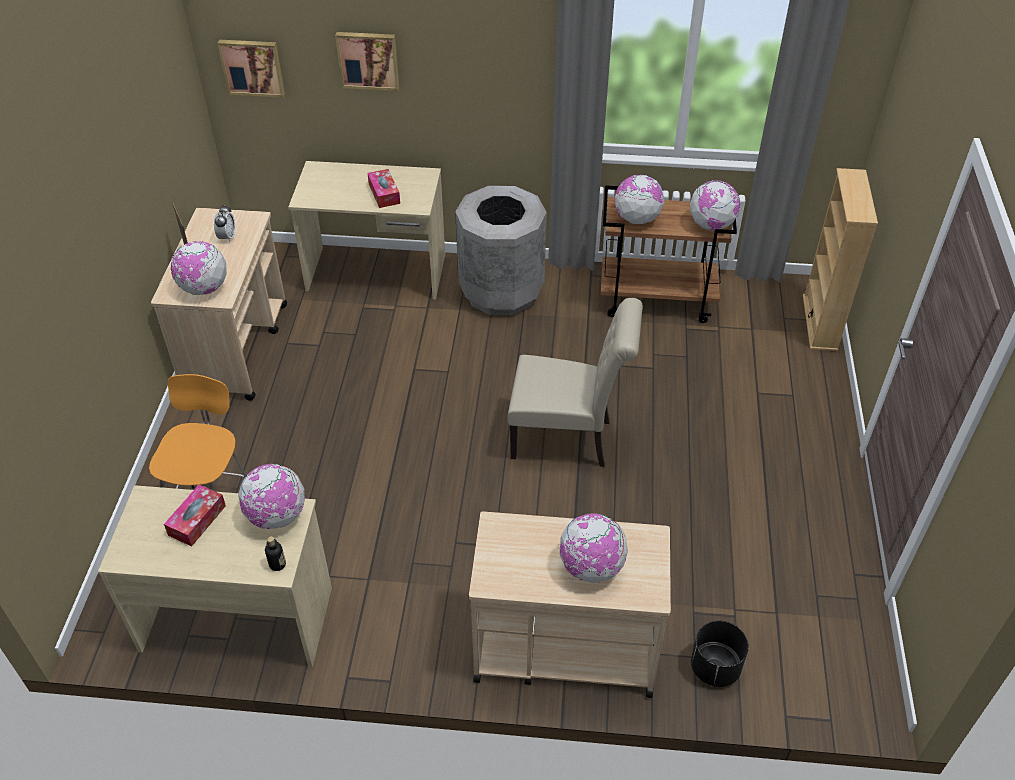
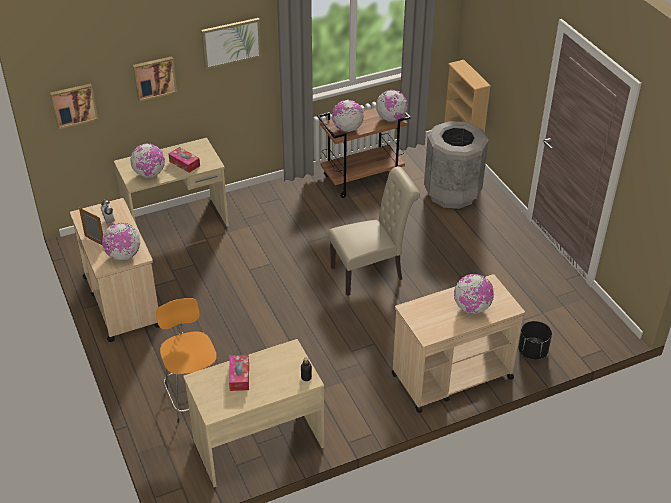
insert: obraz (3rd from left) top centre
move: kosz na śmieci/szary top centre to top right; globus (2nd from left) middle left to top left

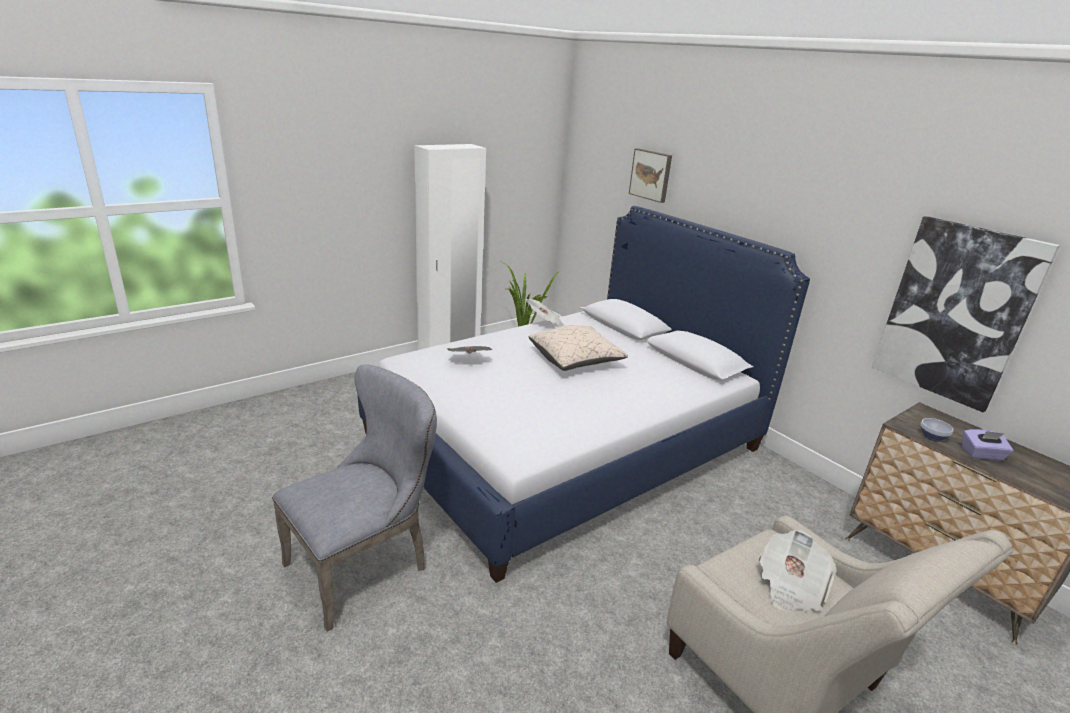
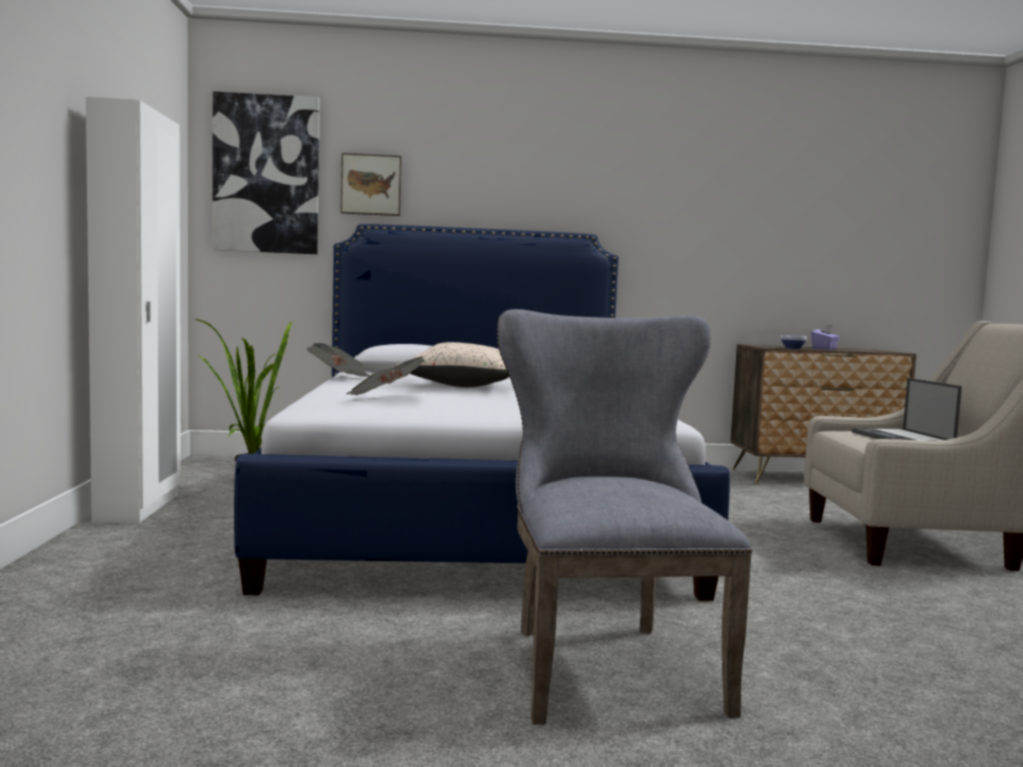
move: obraz (2nd from left in the first image) middle right to obraz (1st from left) top left
replace: gazeta (3rd from left) bottom right to laptop middle right

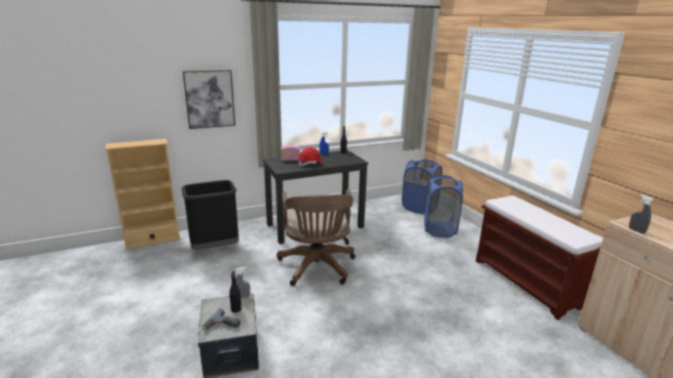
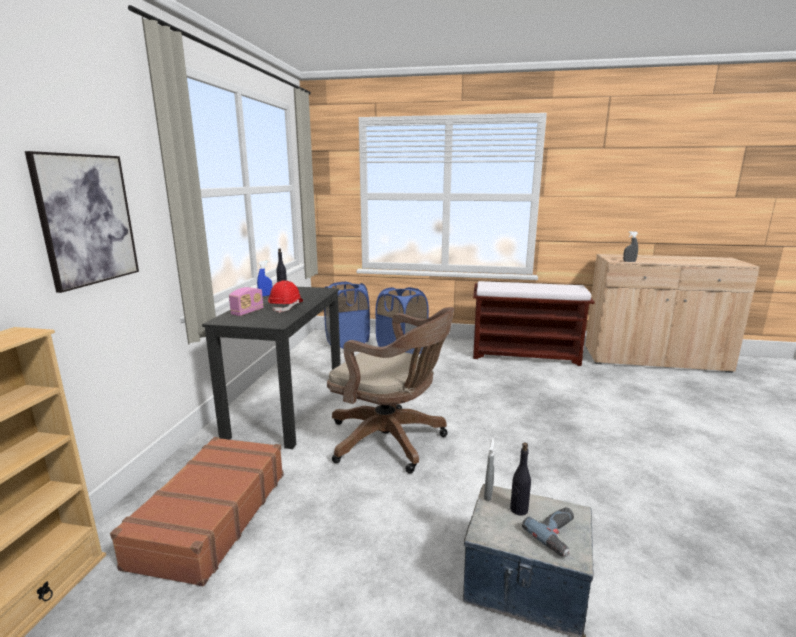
replace: kosz na śmieci/czarny middle left to walizka/brązowy bottom left

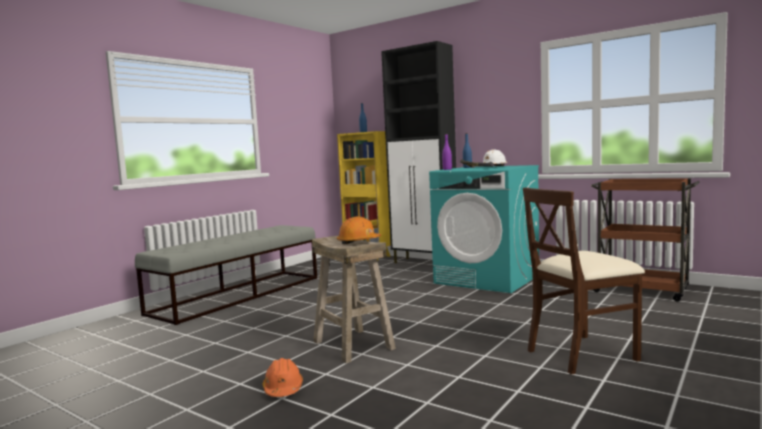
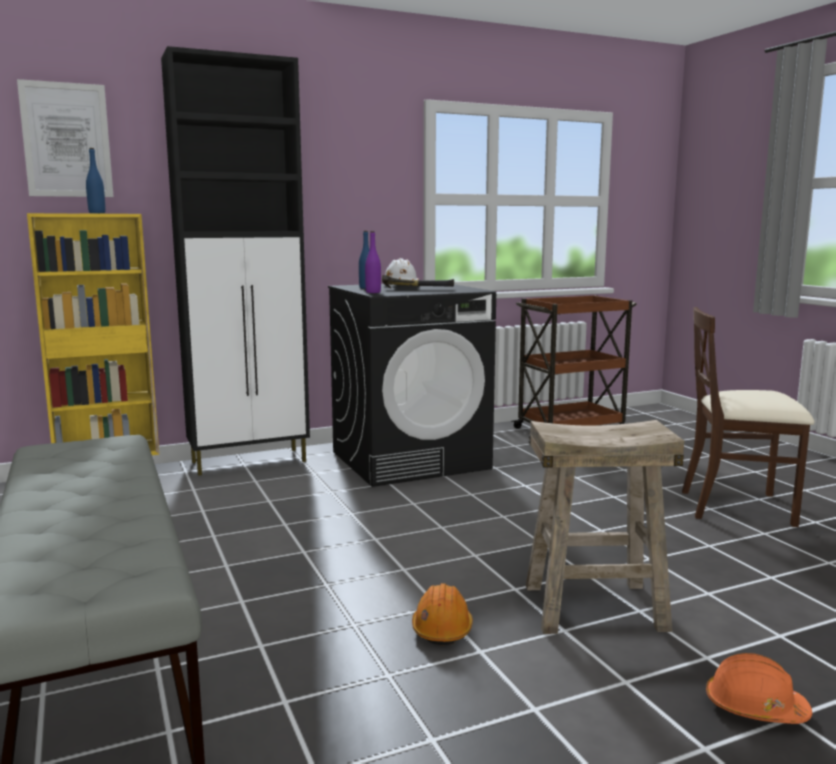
insert: obraz top left
move: kask/pomarańczowy (2nd from left in the first image) centre to kask/pomarańczowy (1st from left) bottom centre
recolor: pralka/turkusowy centre to pralka/czarny centre
rotate: krzesło/beżowy middle right = middle right 90 degrees clockwise

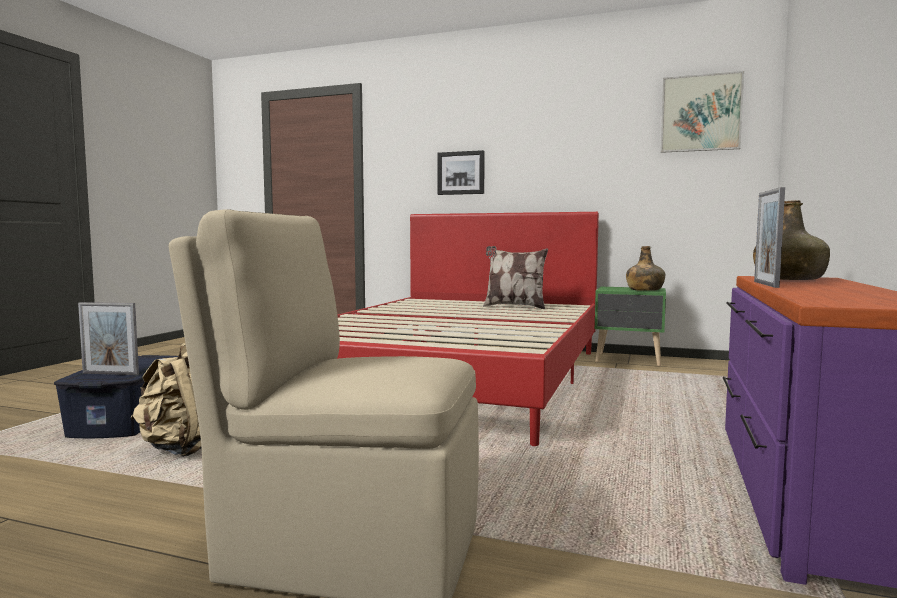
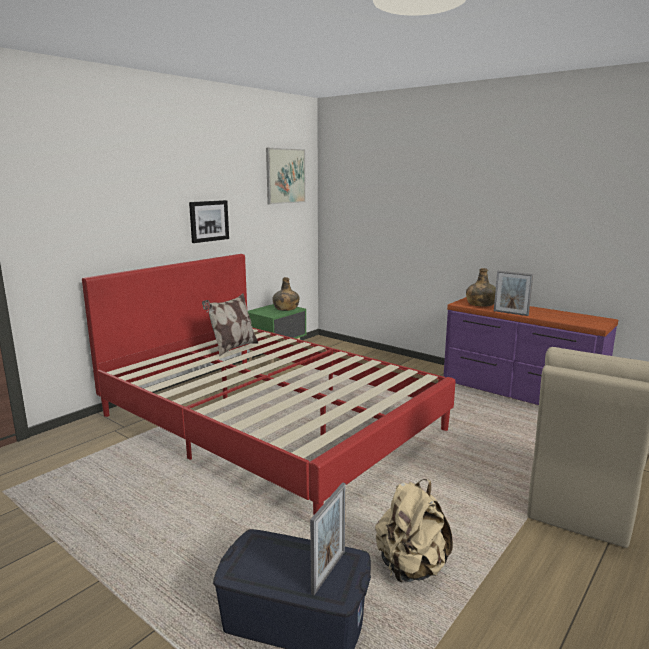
move: obraz (1st from left) top centre to middle left

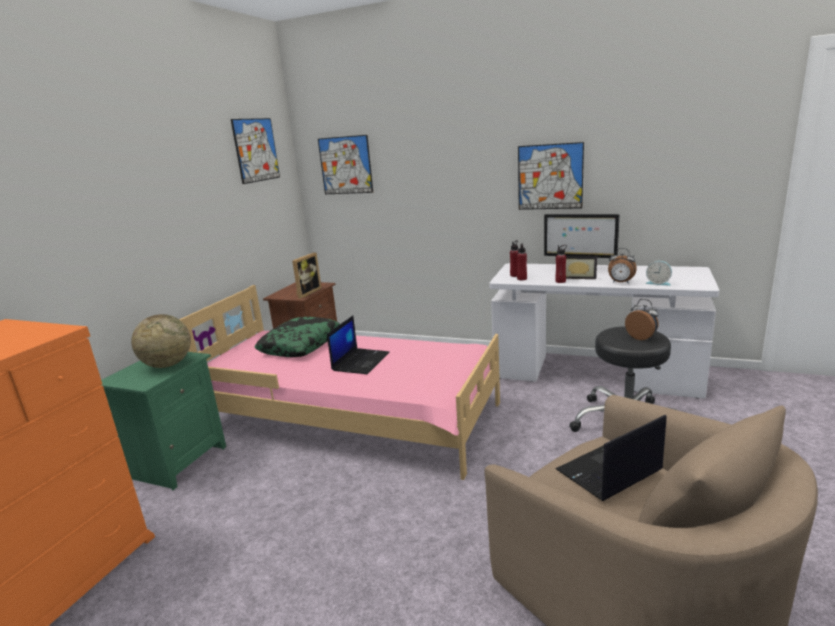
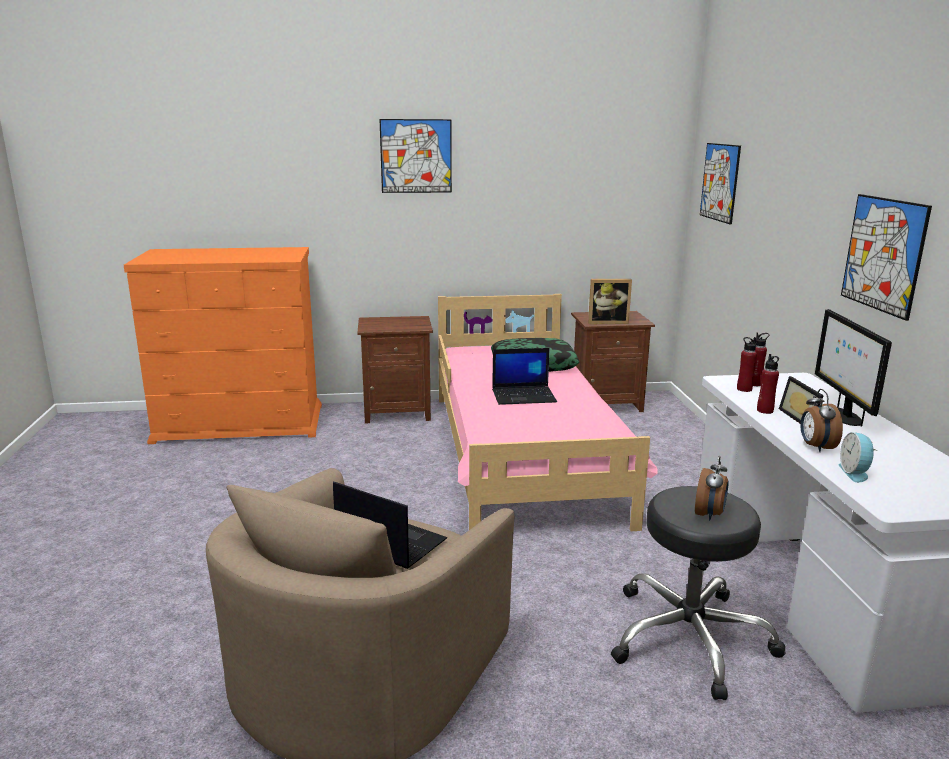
delete: globus middle left
move: obraz (1st from left) top left to top centre
recolor: szafka nocna/zielony bottom left to szafka nocna/brązowy (1st from left) centre

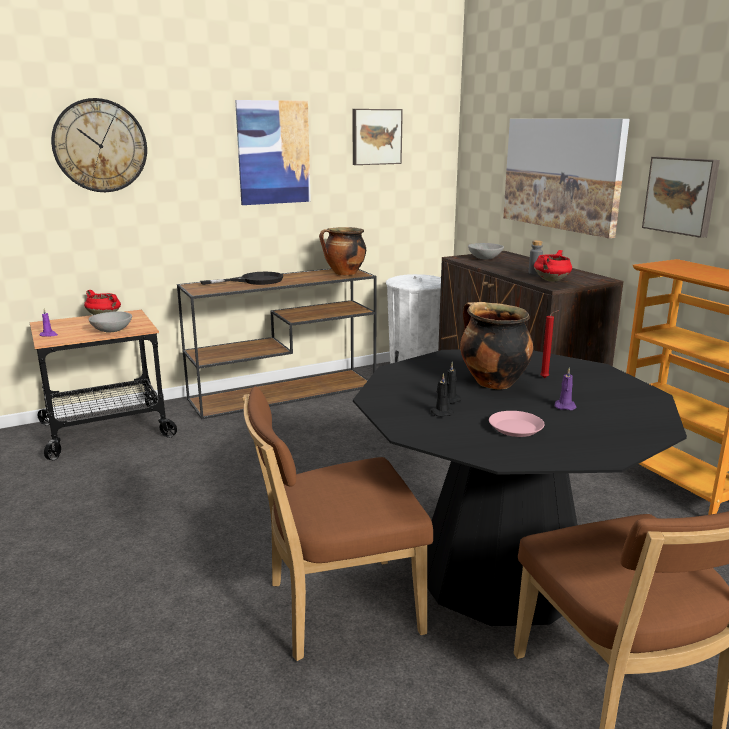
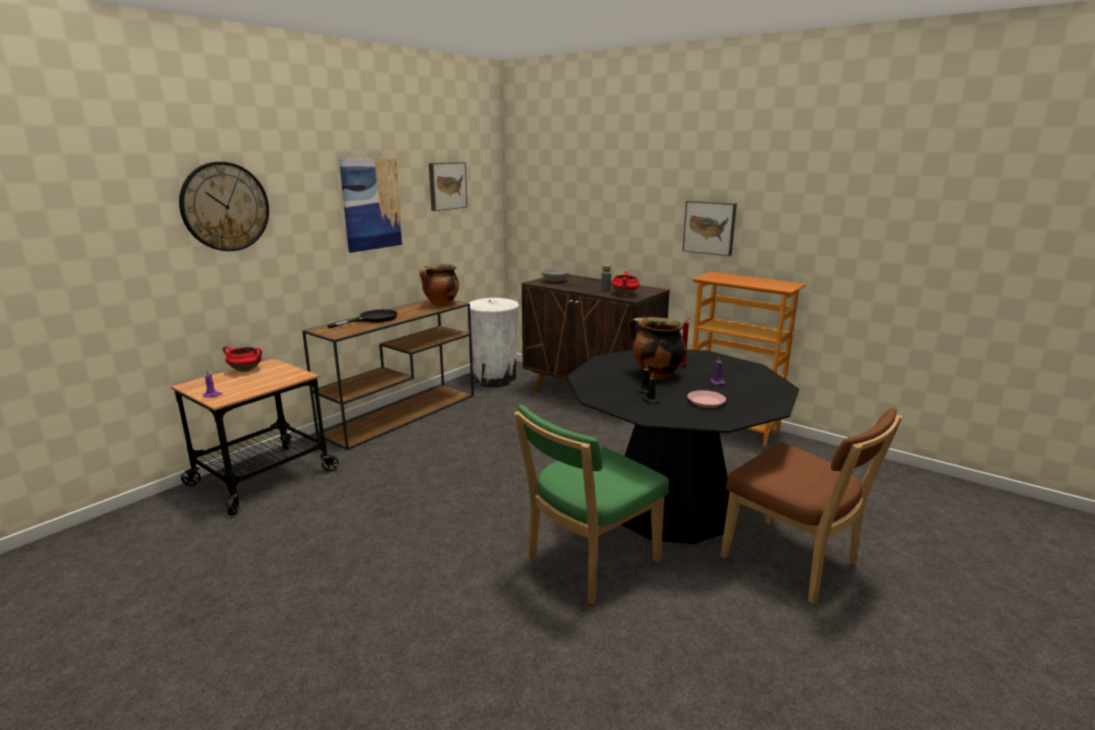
delete: obraz (3rd from left) top right; miska/szary (1st from left) middle left
recolor: krzesło/brązowy (1st from left) bottom centre to krzesło/zielony bottom centre

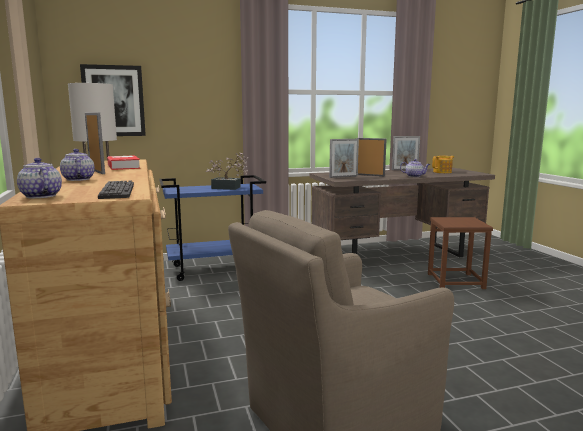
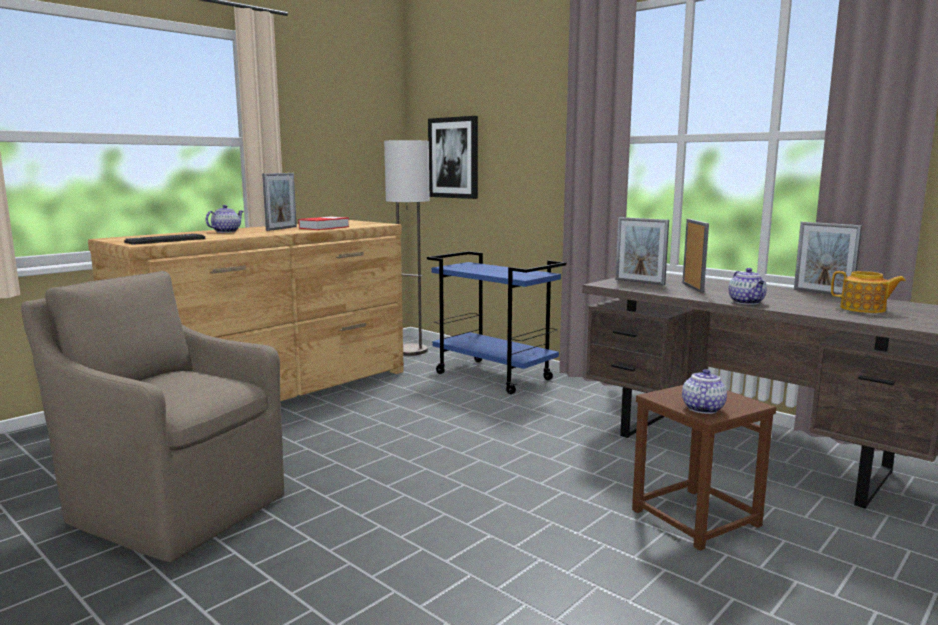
delete: roślina doniczkowa centre
move: imbryk (1st from left in the first image) middle left to imbryk (2nd from left) middle right

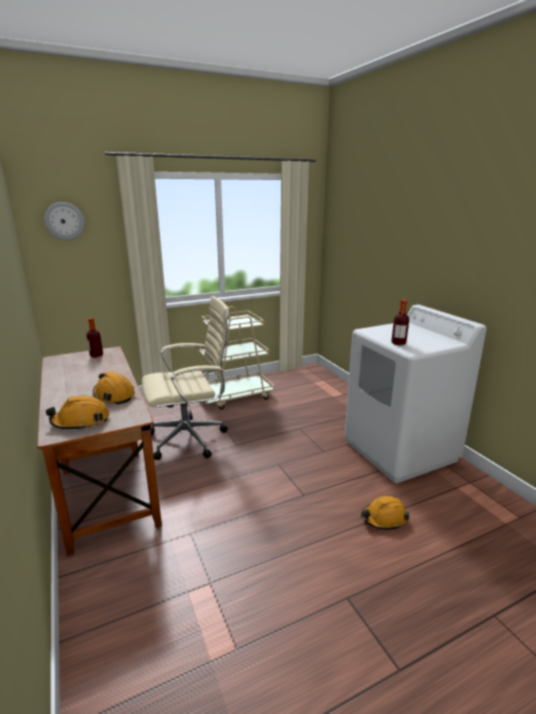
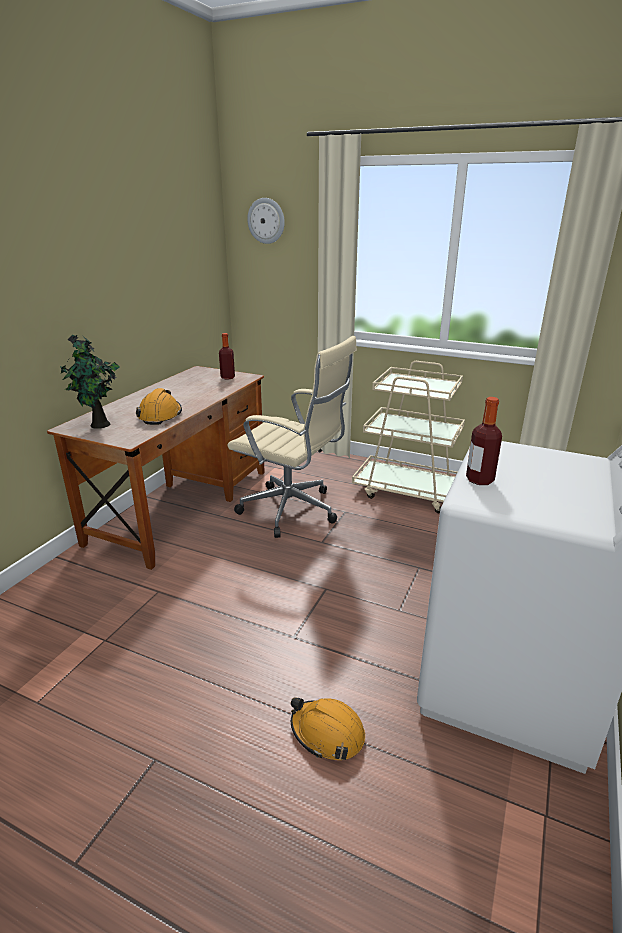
replace: kask/pomarańczowy (1st from left) middle left to roślina doniczkowa middle left

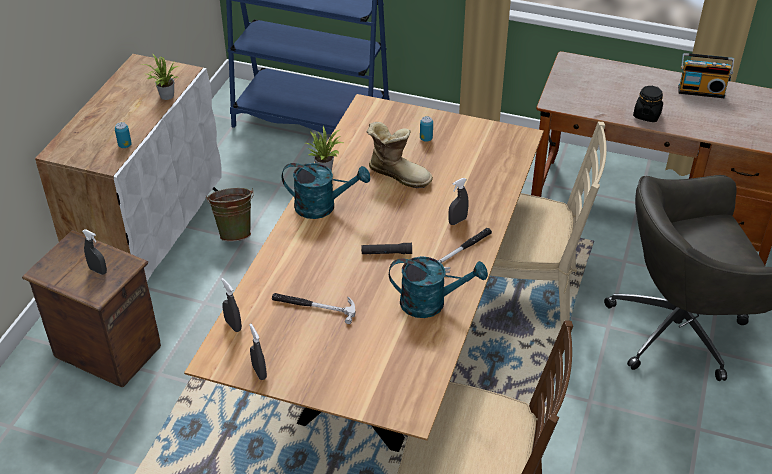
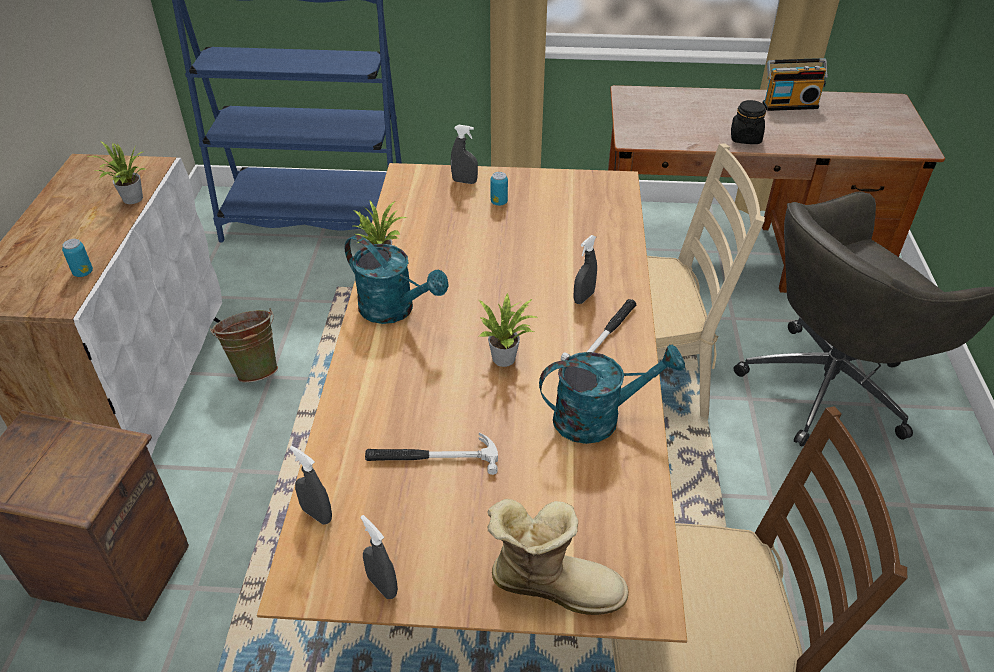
move: but z cholewką top centre to bottom centre; spryskiwacz/szary (1st from left in the first image) middle left to spryskiwacz/szary (3rd from left) top centre
replace: latarka/czarny centre to roślina doniczkowa (3rd from left) centre
rotate: konewka/turkusowy (1st from left) centre = centre 45 degrees clockwise

